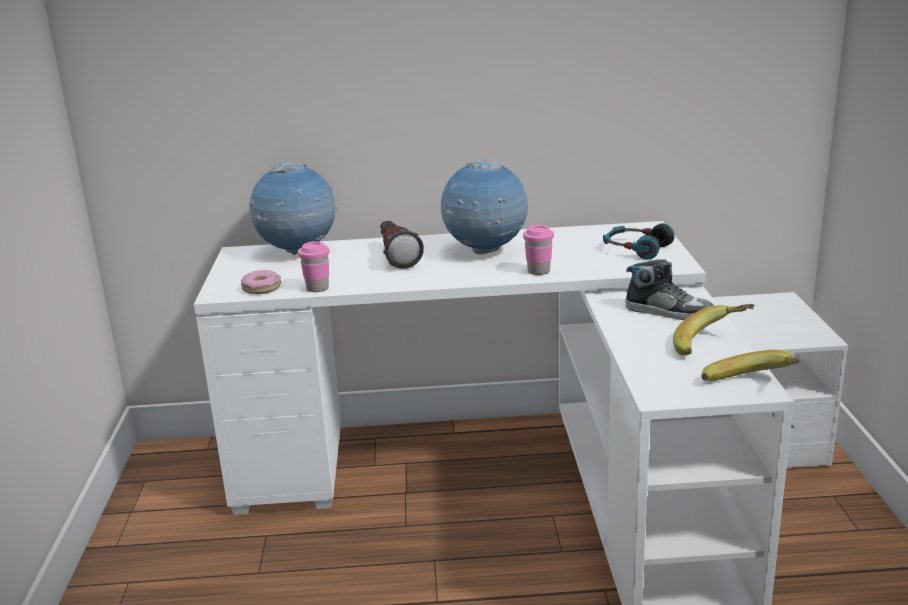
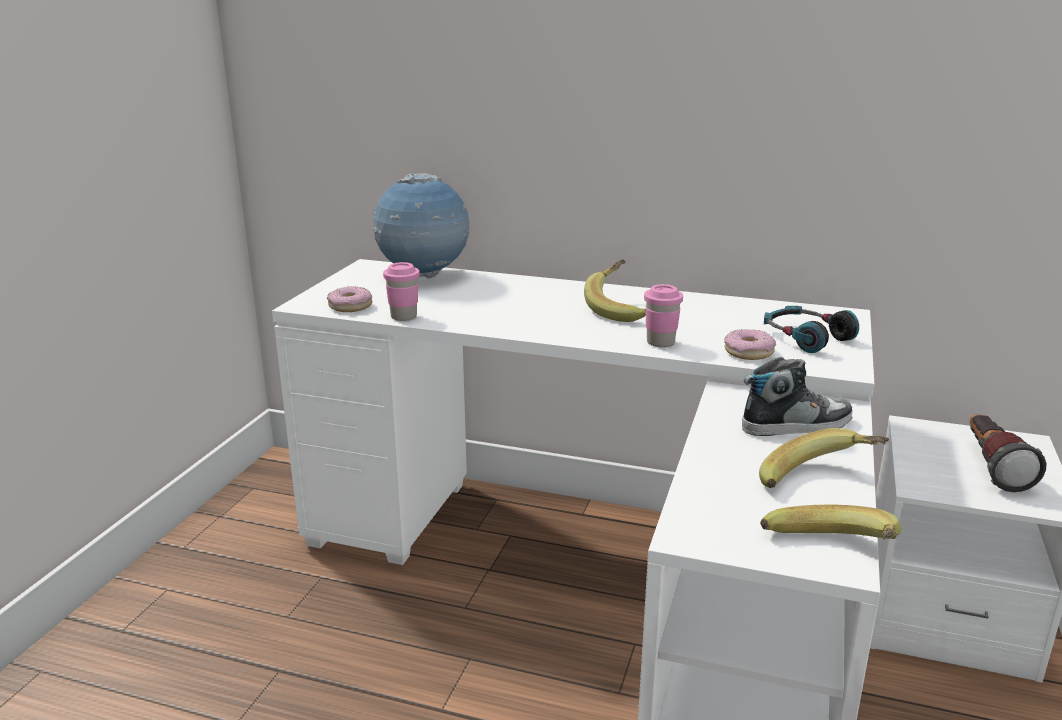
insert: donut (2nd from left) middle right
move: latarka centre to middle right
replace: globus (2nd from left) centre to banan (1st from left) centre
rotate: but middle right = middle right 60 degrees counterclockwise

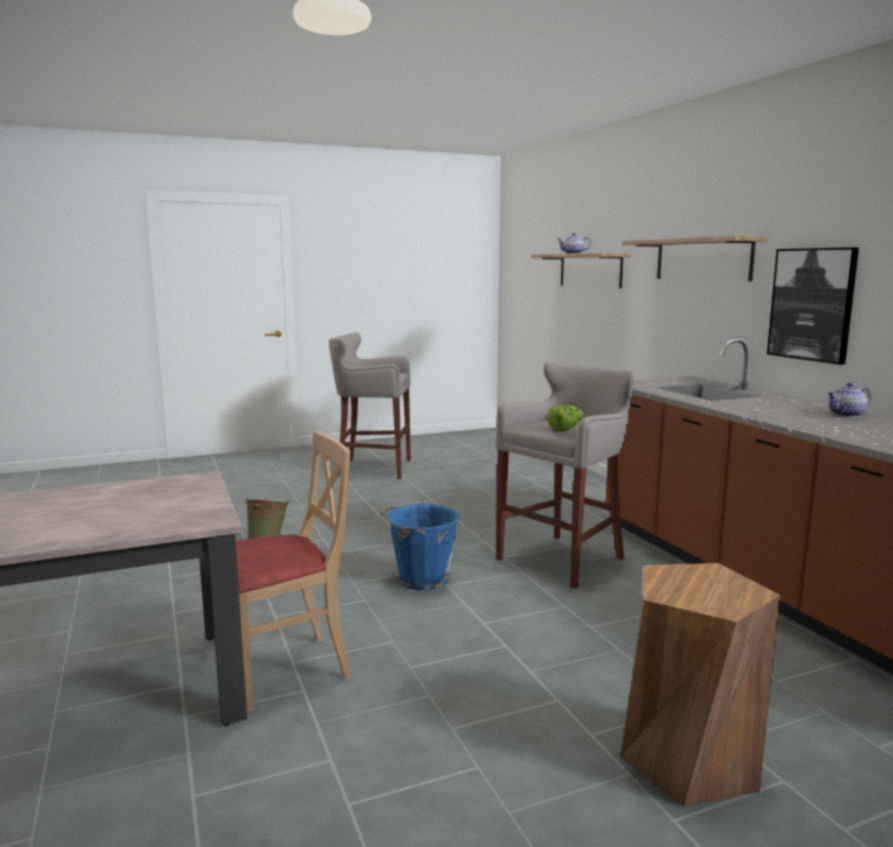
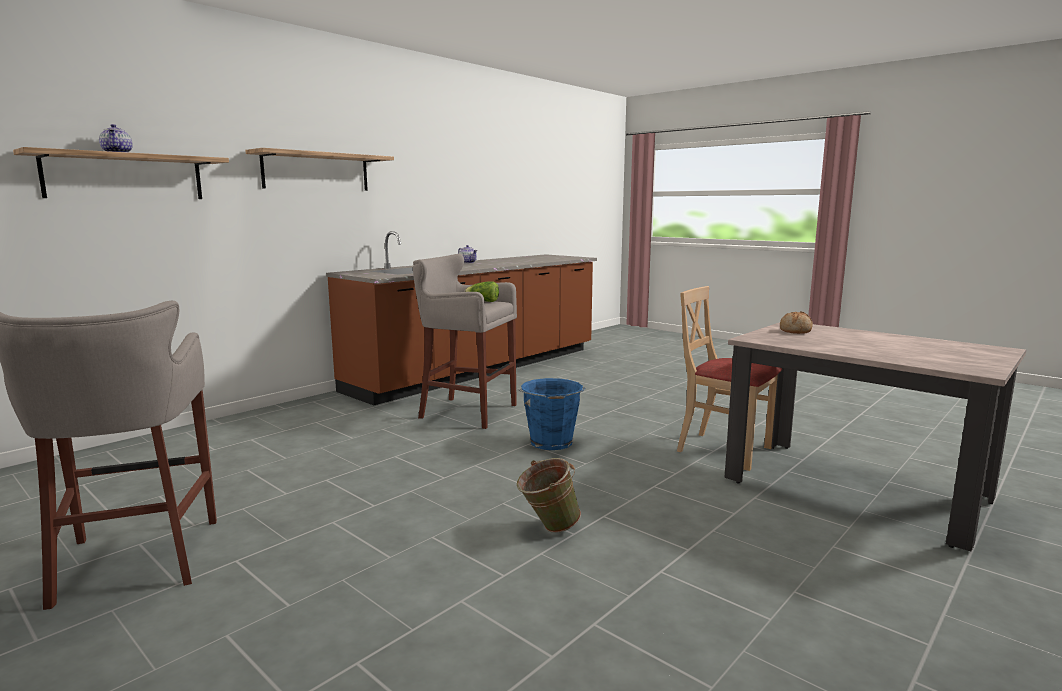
delete: obraz middle right; stołek/brązowy bottom right
insert: chleb middle right

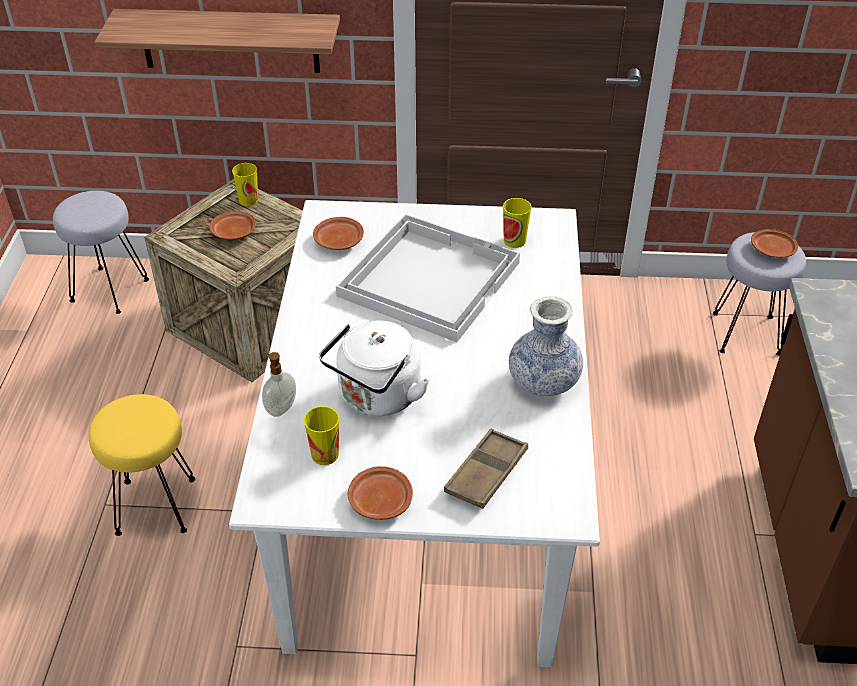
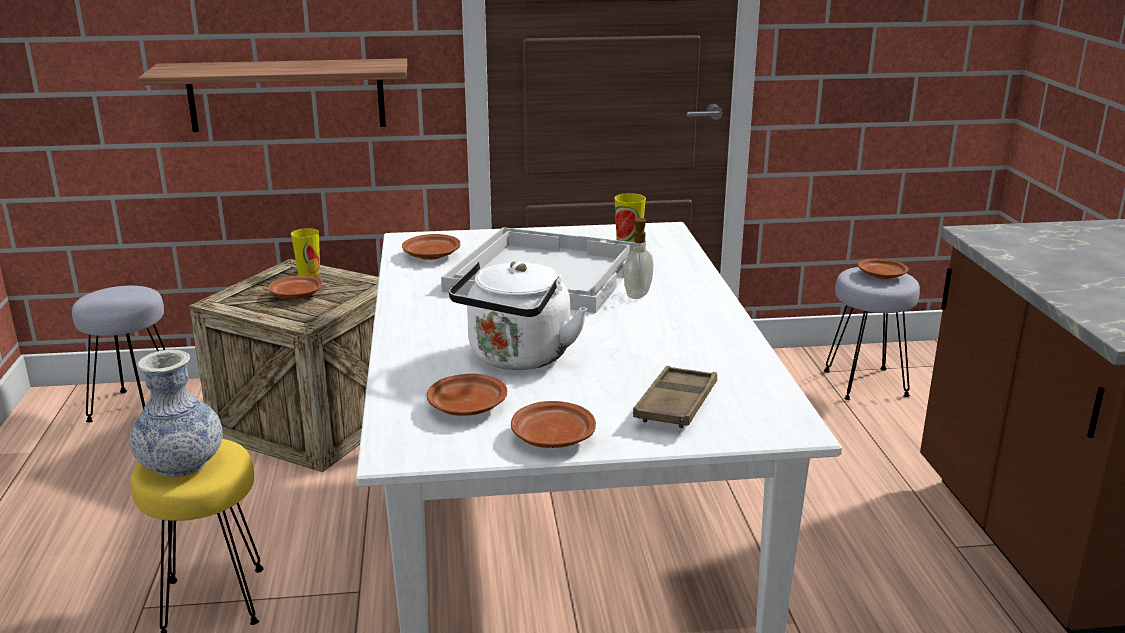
move: wazon centre to middle left; dozownik mydła middle left to centre
replace: filiżanka (2nd from left) centre to talerz/brązowy (3rd from left) centre

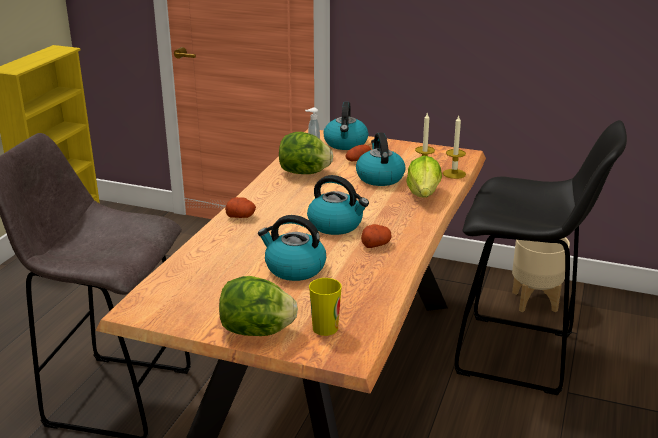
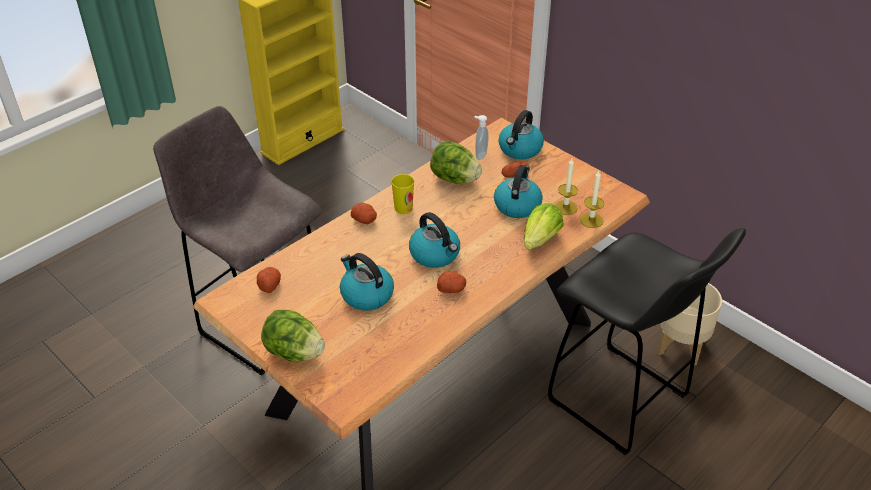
insert: ziemniak (1st from left) middle left
move: filiżanka bottom centre to centre

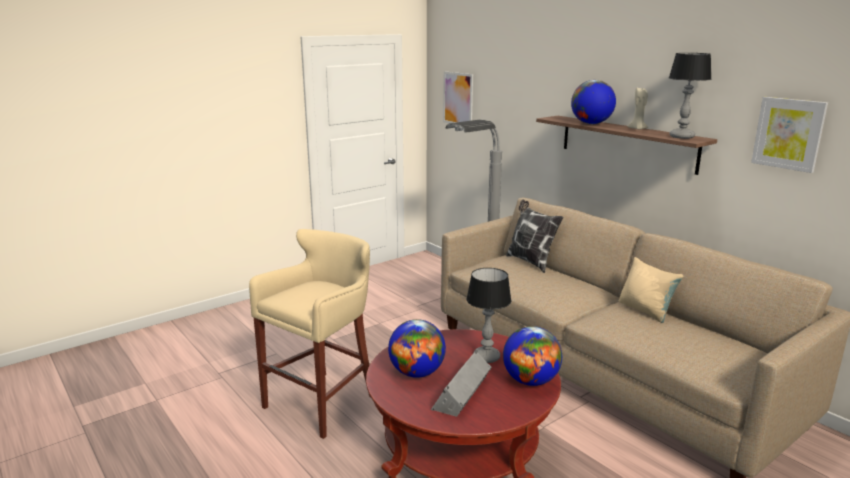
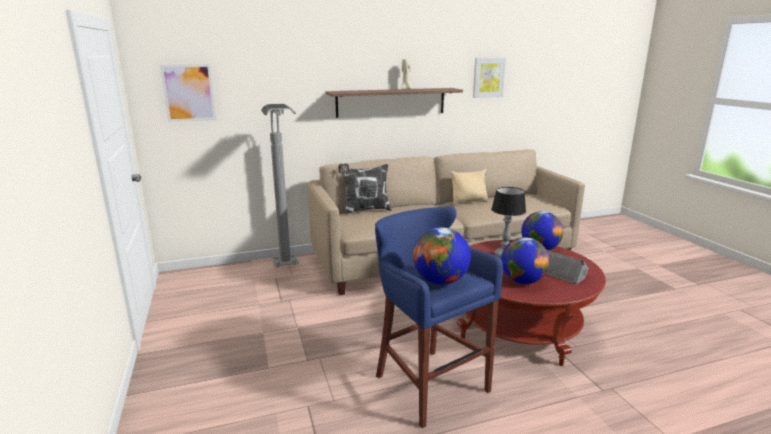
delete: lampa stołowa (2nd from left) top right
move: globus (3rd from left in the first image) top right to globus (1st from left) centre
recolor: stołek/beżowy bottom centre to stołek/niebieski bottom centre

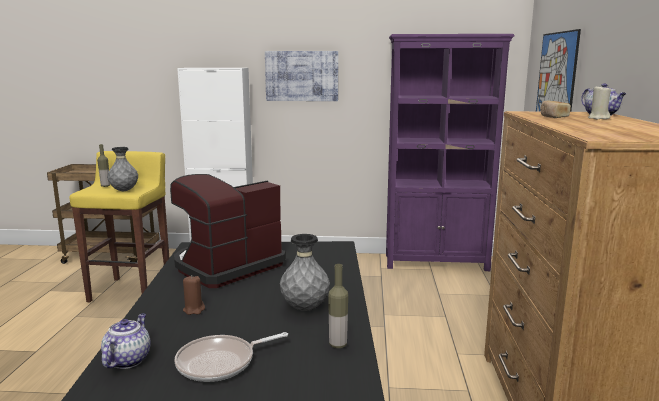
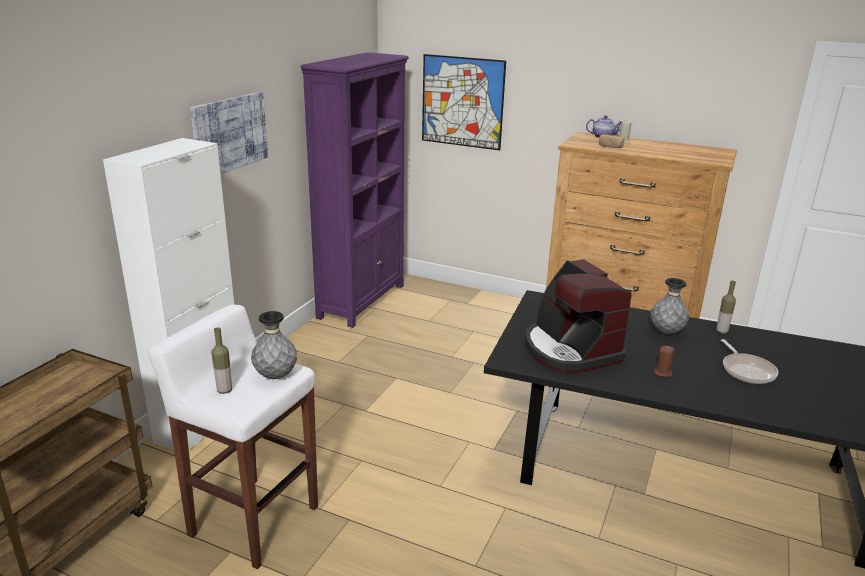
delete: imbryk (1st from left) bottom left
recolor: stołek/żółty middle left to stołek/biały bottom left

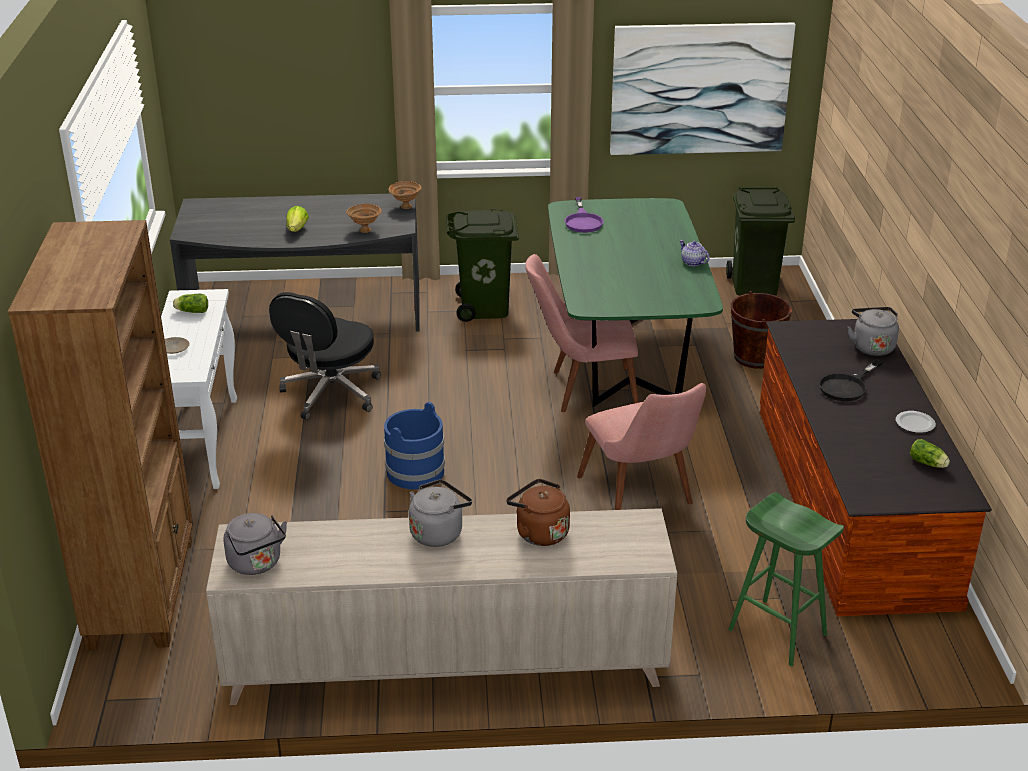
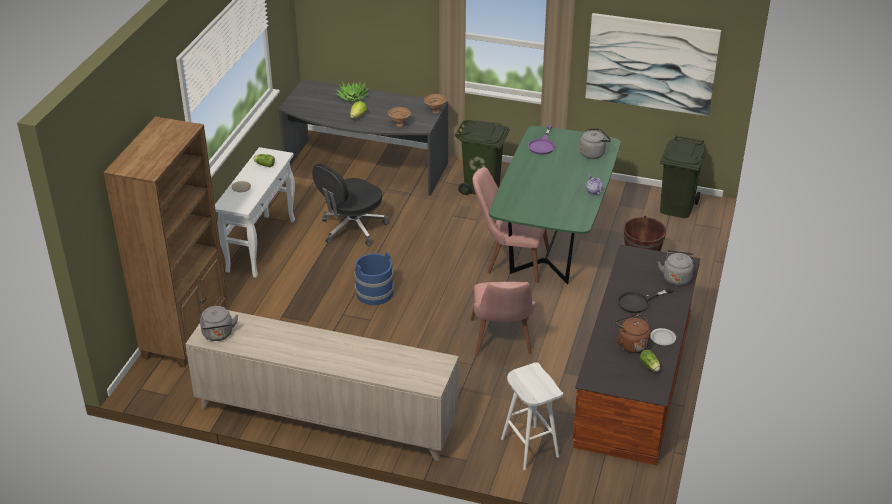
insert: roślina doniczkowa top centre
move: czajnik/szary (2nd from left) centre to top right; czajnik/brązowy centre to middle right
recolor: stołek/zielony bottom right to stołek/biały bottom centre

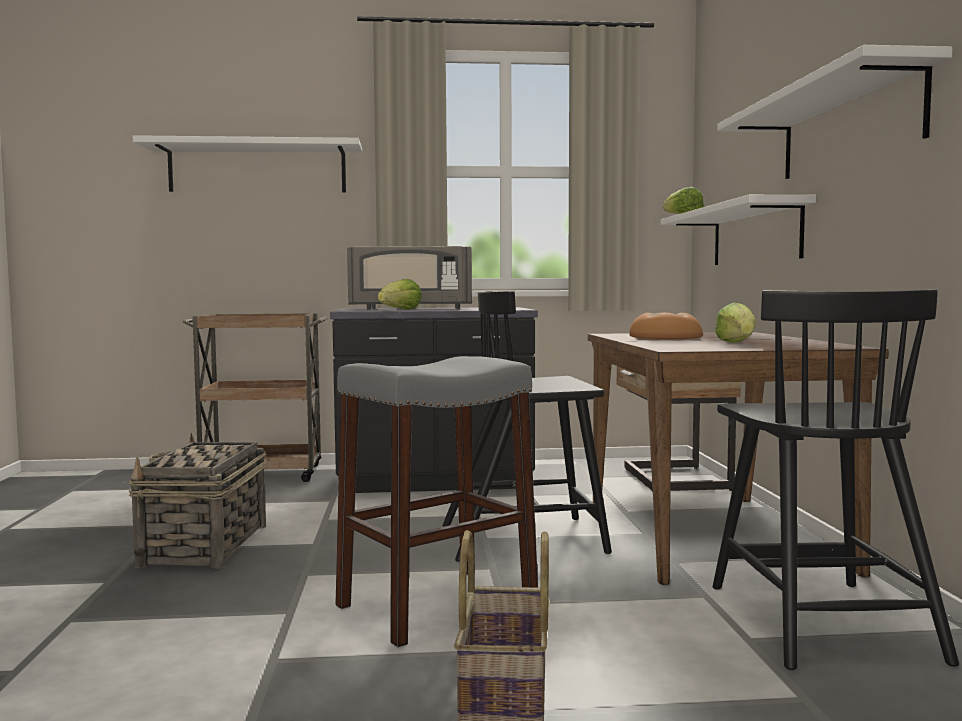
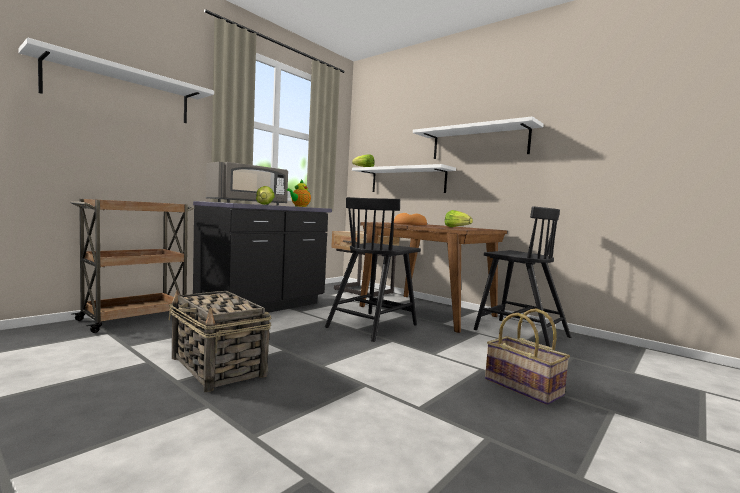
delete: stołek/szary bottom centre
insert: imbryk centre

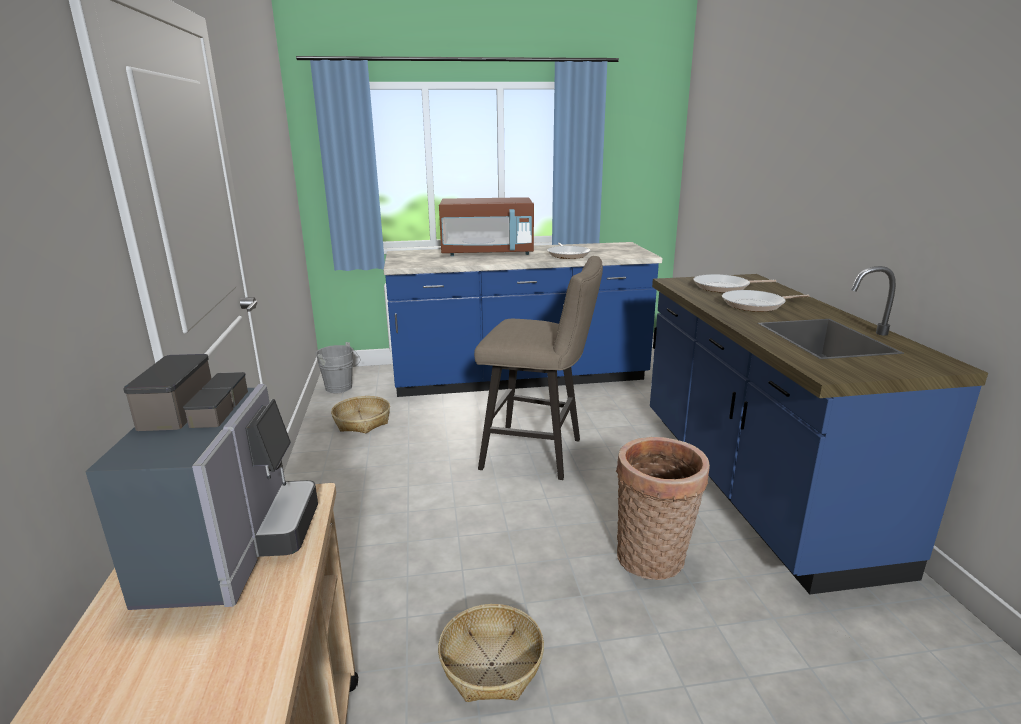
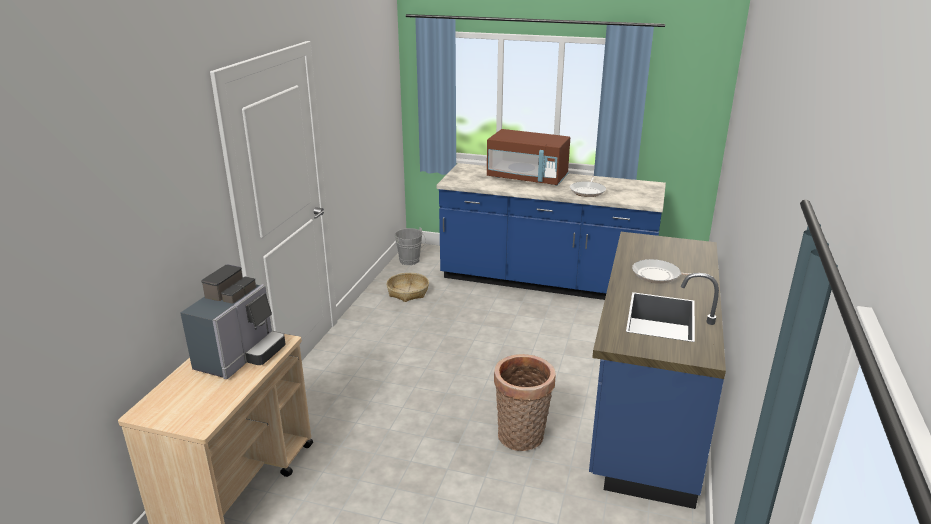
delete: stołek/beżowy centre; patelnia (2nd from left) middle right; koszyk (2nd from left) bottom centre

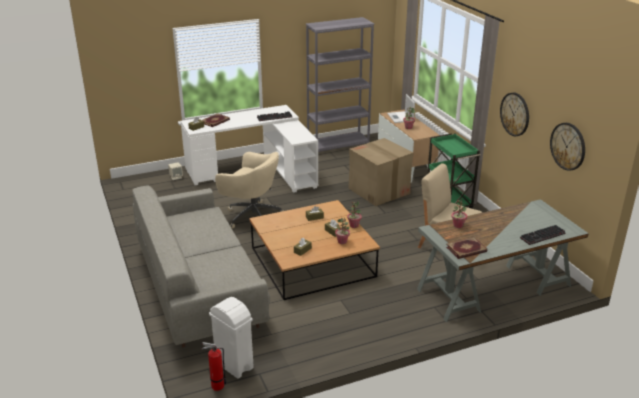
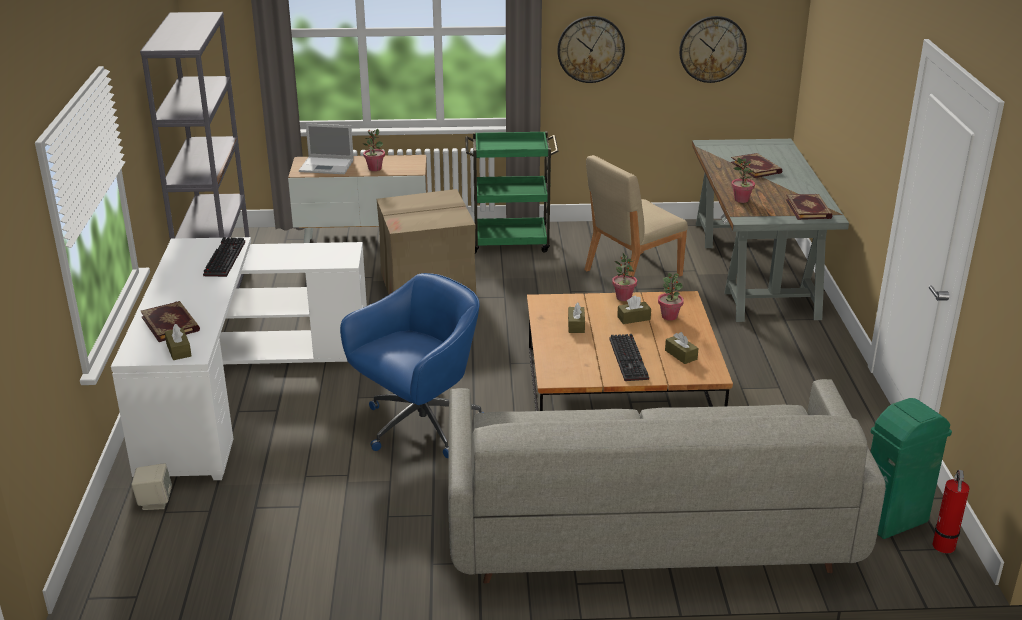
insert: książka (2nd from left) top right
move: klawiatura (2nd from left) middle right to centre
recolor: krzesło biurowe/beżowy centre to krzesło biurowe/niebieski centre; kosz na śmieci/biały bottom centre to kosz na śmieci/zielony bottom right

